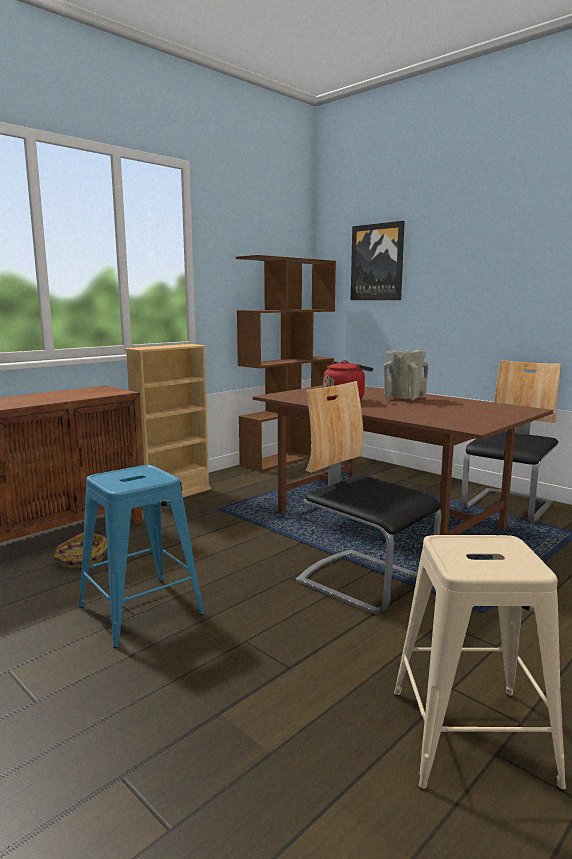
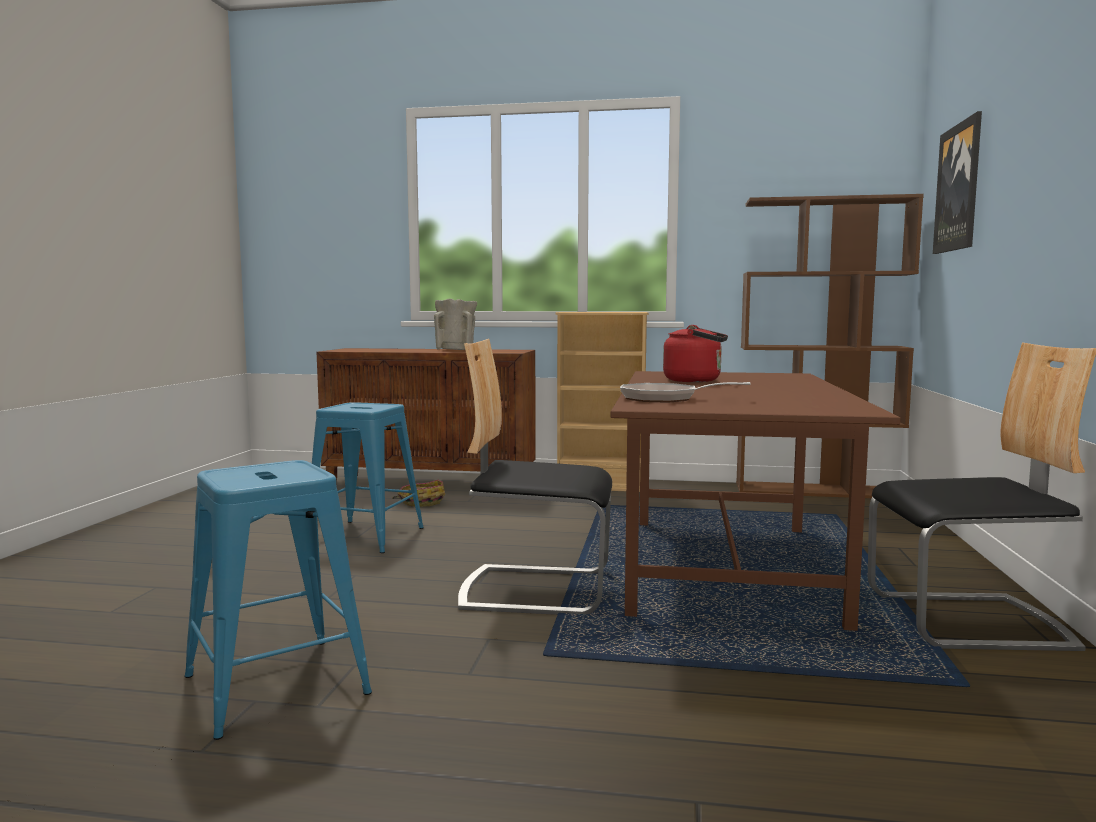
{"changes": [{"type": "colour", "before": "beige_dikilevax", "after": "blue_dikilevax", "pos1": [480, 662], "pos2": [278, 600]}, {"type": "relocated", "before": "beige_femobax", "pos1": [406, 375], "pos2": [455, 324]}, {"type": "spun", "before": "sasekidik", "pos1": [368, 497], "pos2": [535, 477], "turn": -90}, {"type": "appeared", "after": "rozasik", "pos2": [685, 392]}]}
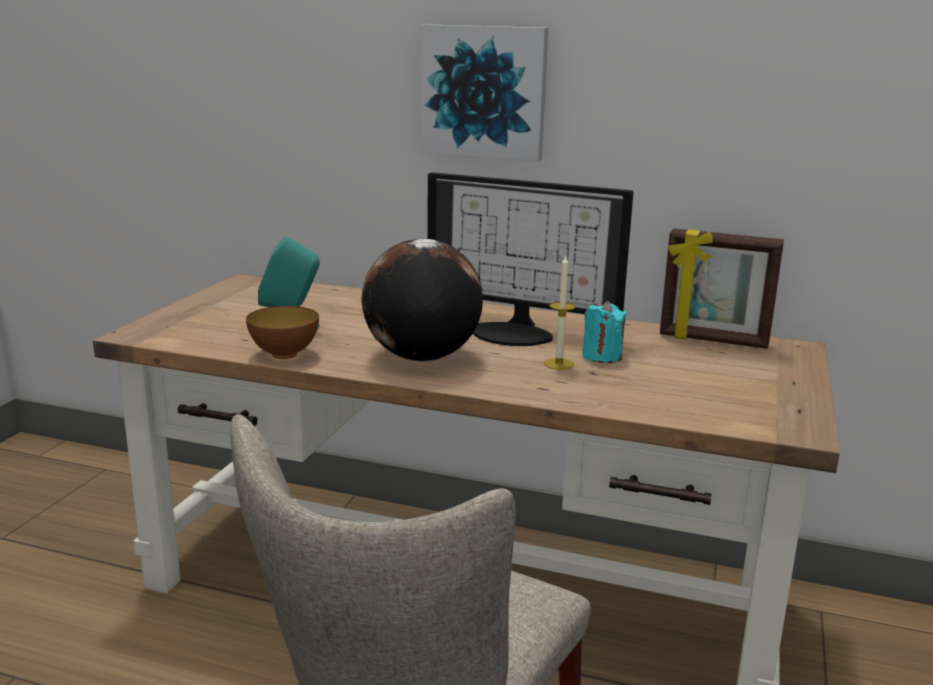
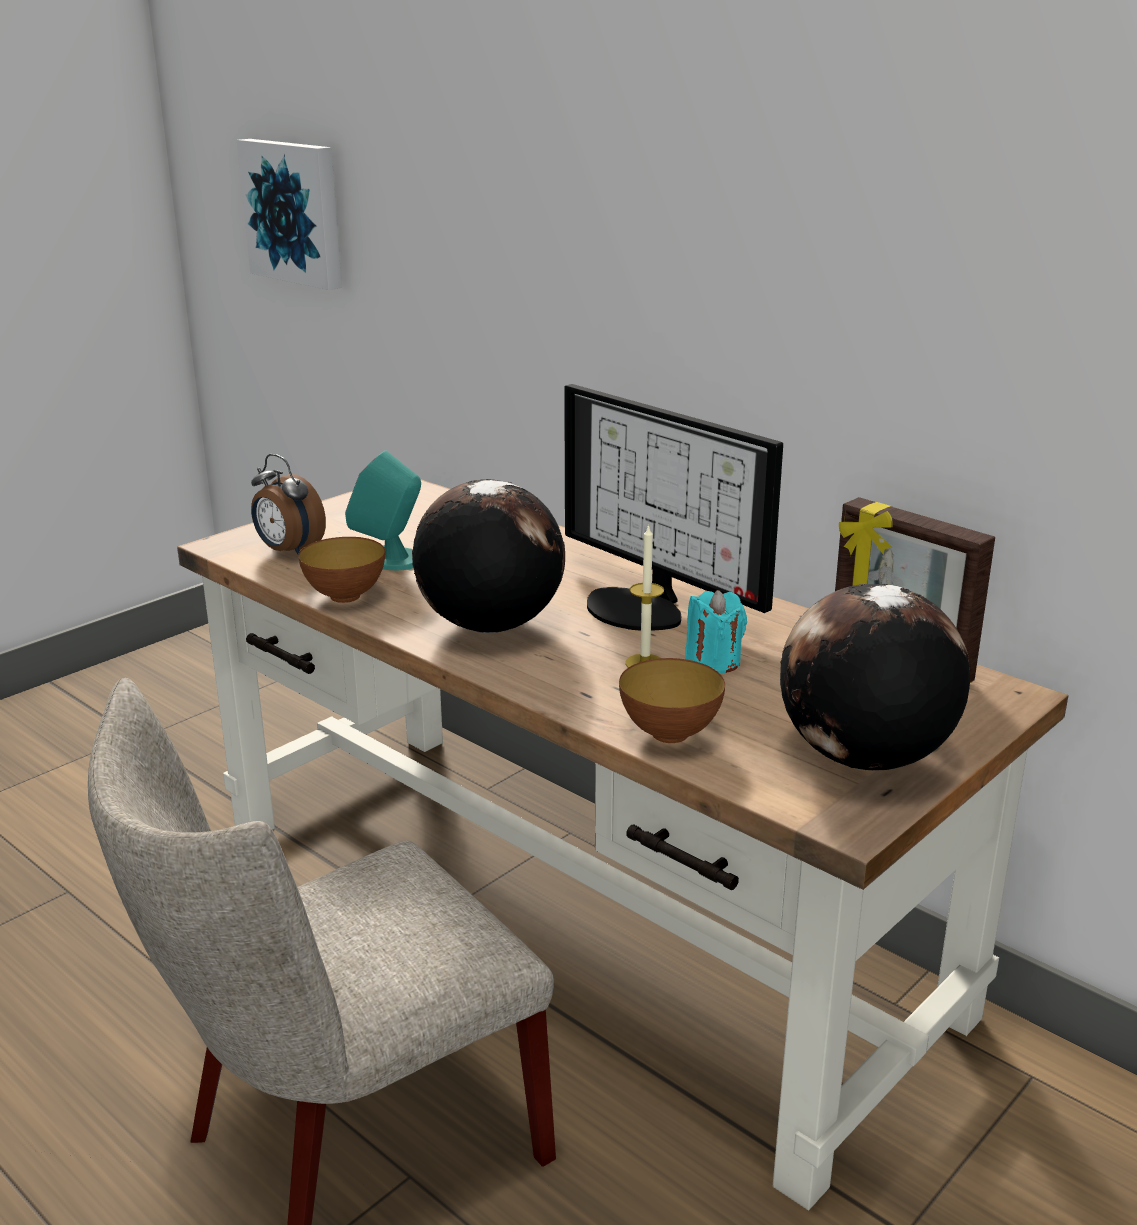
{"changes": [{"type": "relocated", "before": "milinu", "pos1": [484, 92], "pos2": [289, 214]}, {"type": "appeared", "after": "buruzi", "pos2": [288, 504]}, {"type": "appeared", "after": "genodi", "pos2": [672, 700]}, {"type": "appeared", "after": "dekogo", "pos2": [875, 677]}]}
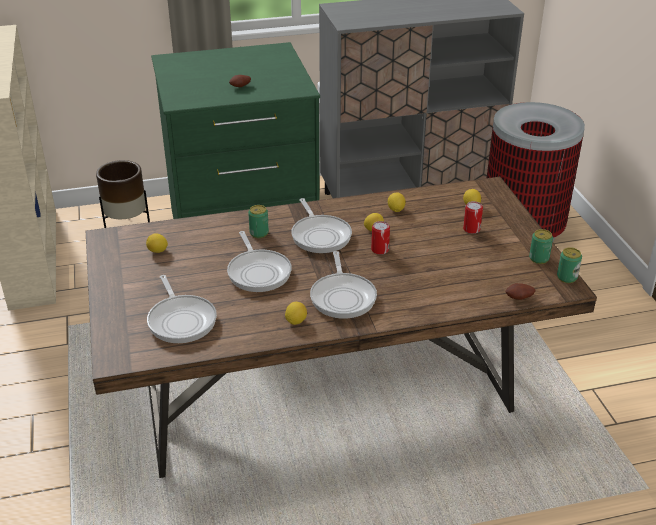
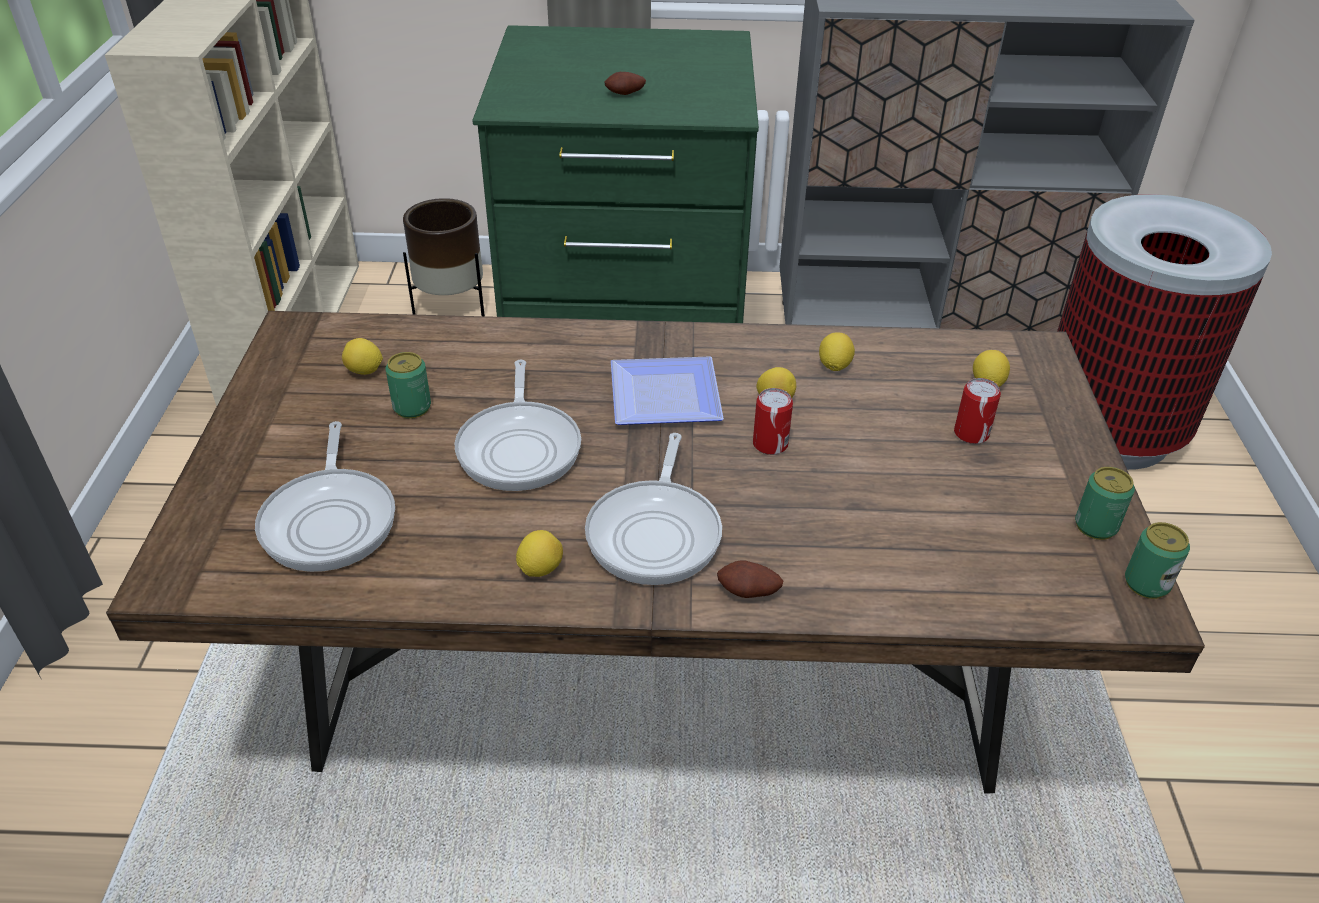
{"changes": [{"type": "relocated", "before": "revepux", "pos1": [258, 221], "pos2": [408, 385]}, {"type": "exchanged", "before": "rozasik", "after": "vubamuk", "pos1": [321, 225], "pos2": [667, 390]}, {"type": "relocated", "before": "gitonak", "pos1": [520, 291], "pos2": [750, 579]}]}
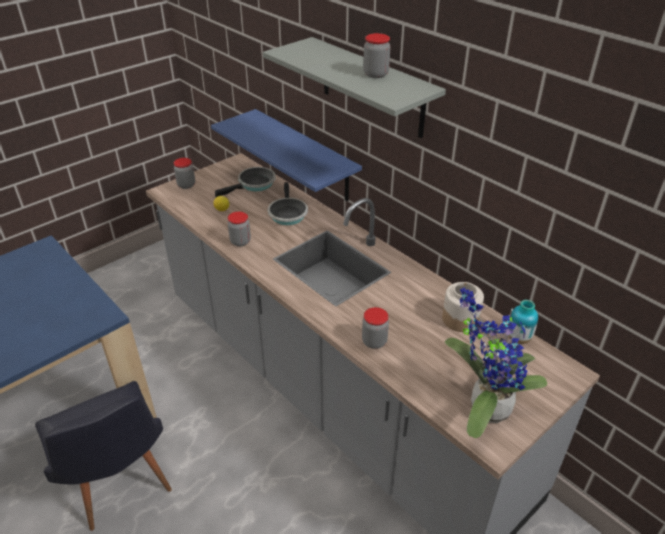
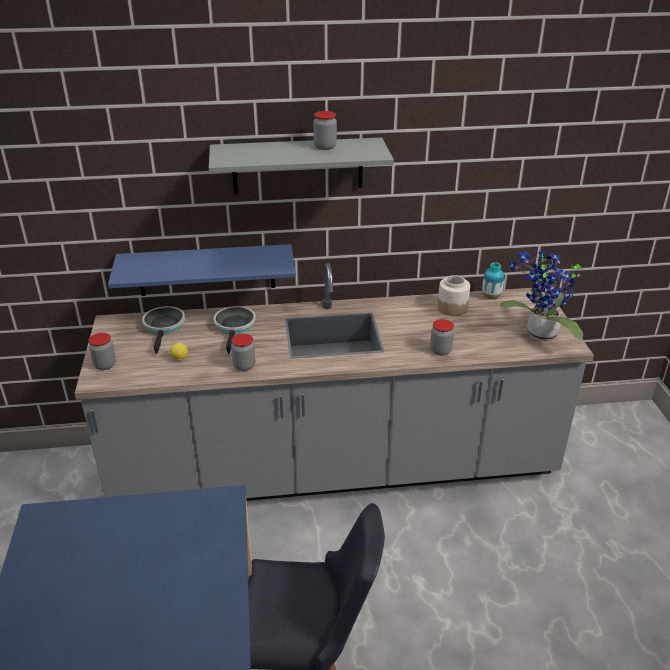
{"changes": [{"type": "spun", "before": "rozasik", "pos1": [288, 203], "pos2": [235, 330], "turn": -120}]}
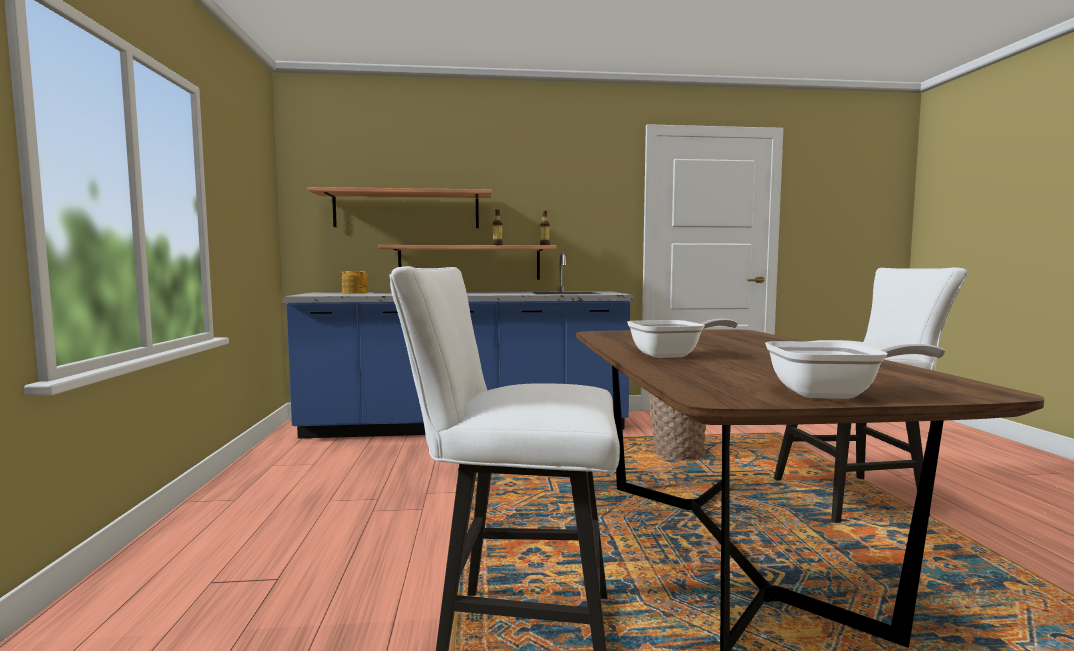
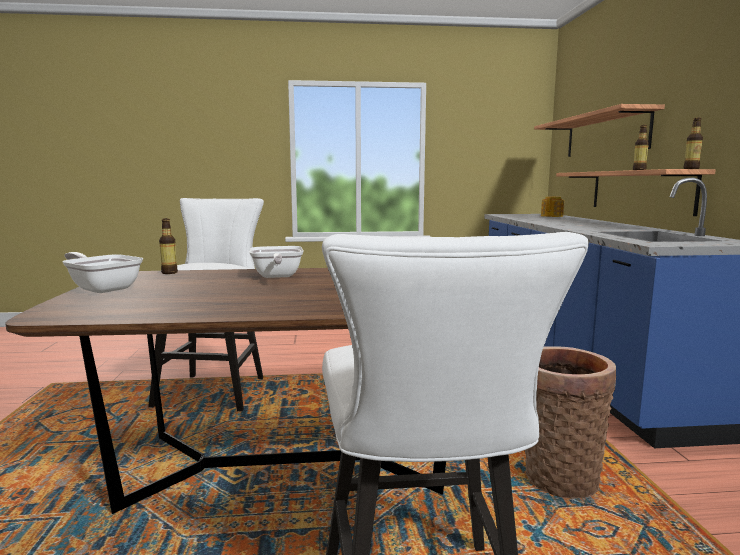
{"changes": [{"type": "spun", "before": "rozasik", "pos1": [855, 370], "pos2": [102, 272], "turn": 120}, {"type": "appeared", "after": "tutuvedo", "pos2": [168, 246]}]}
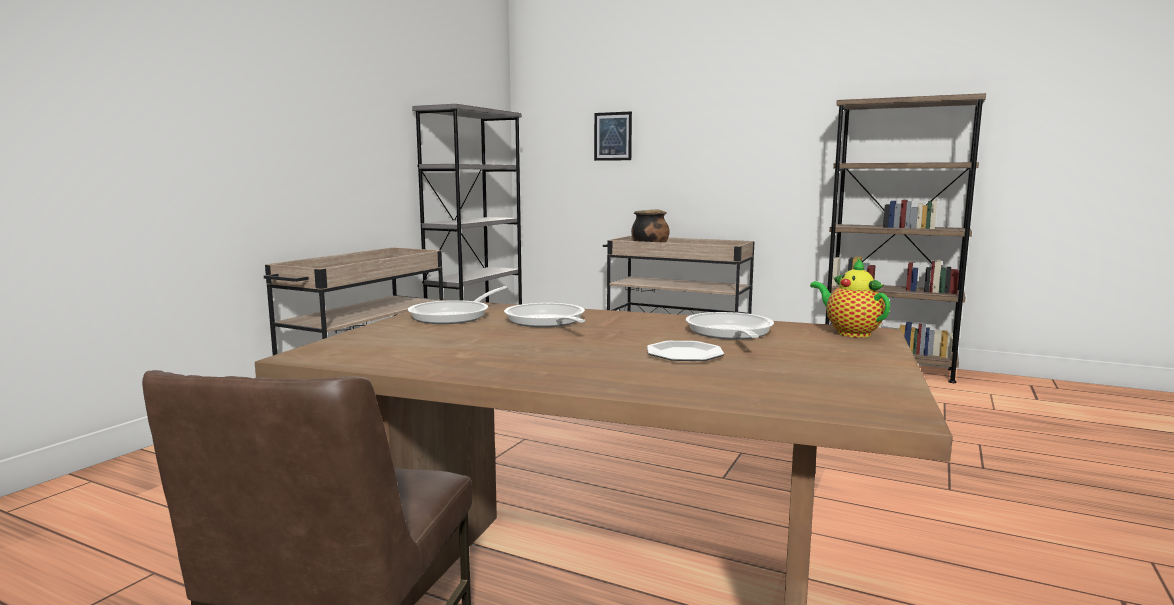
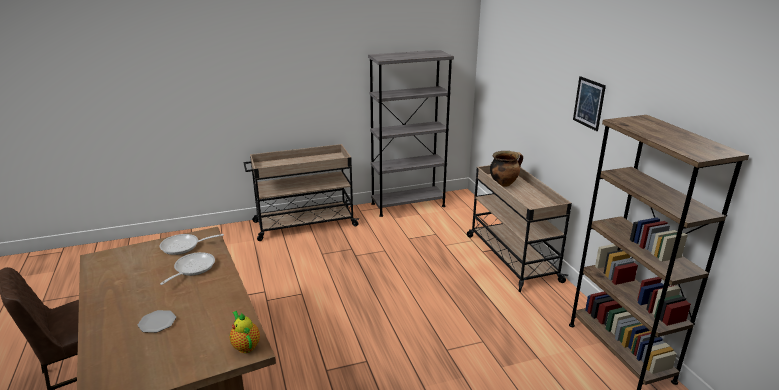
{"changes": [{"type": "spun", "before": "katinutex", "pos1": [850, 298], "pos2": [244, 332], "turn": -45}, {"type": "relocated", "before": "milinu", "pos1": [613, 136], "pos2": [589, 103]}, {"type": "missing", "before": "rozasik", "pos1": [730, 326]}]}
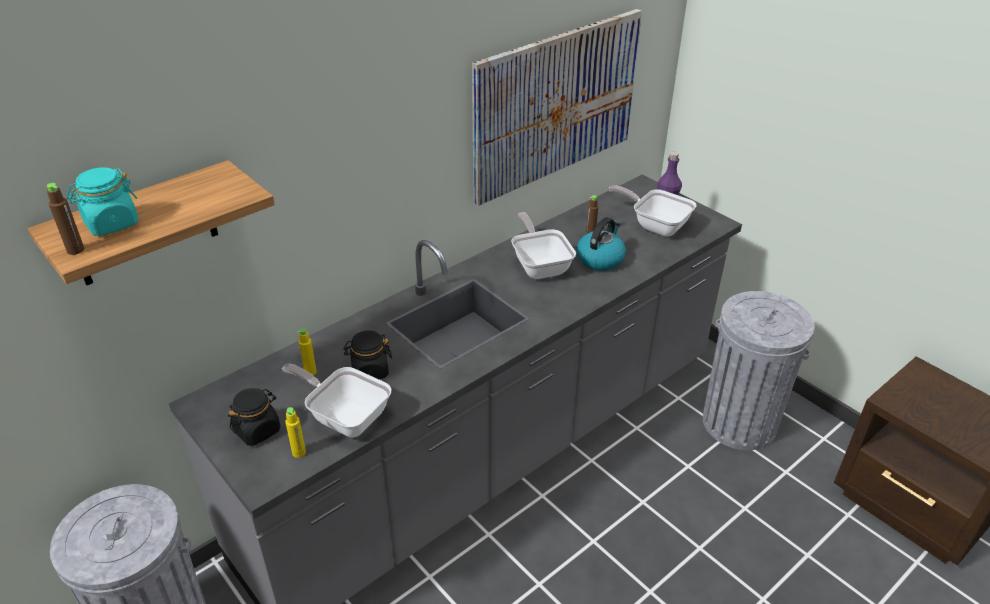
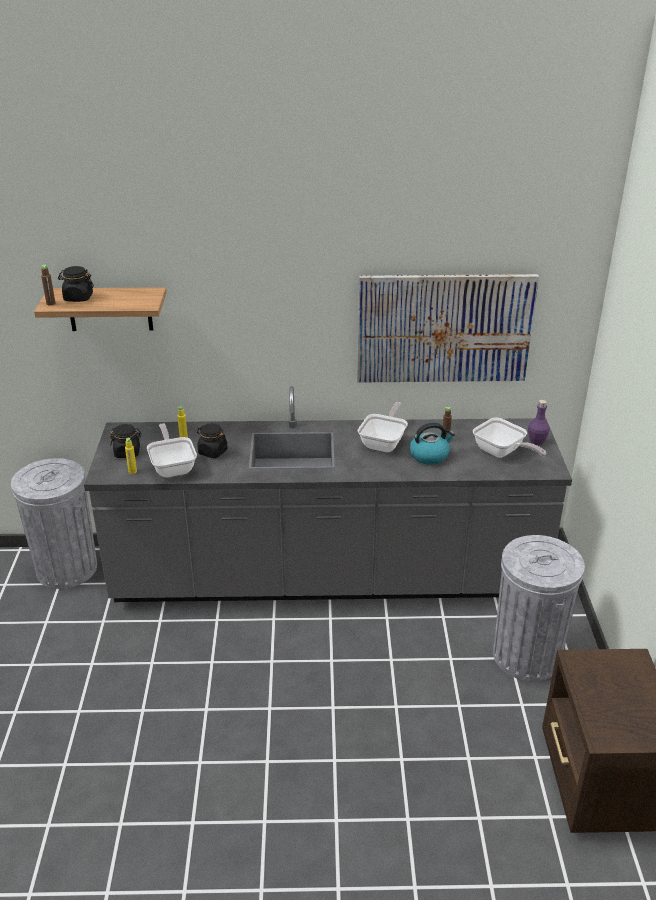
{"changes": [{"type": "colour", "before": "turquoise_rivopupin", "after": "black_rivopupin", "pos1": [103, 201], "pos2": [76, 284]}, {"type": "spun", "before": "rozasik", "pos1": [652, 211], "pos2": [509, 438], "turn": 150}]}
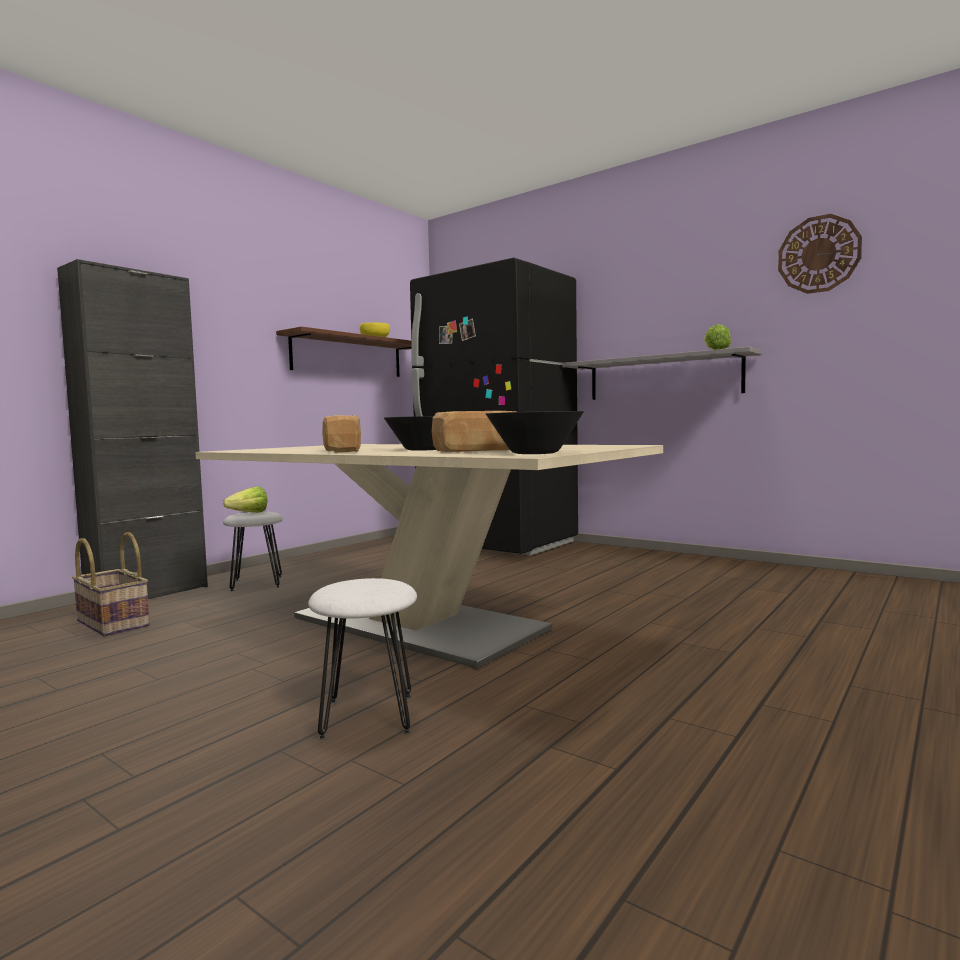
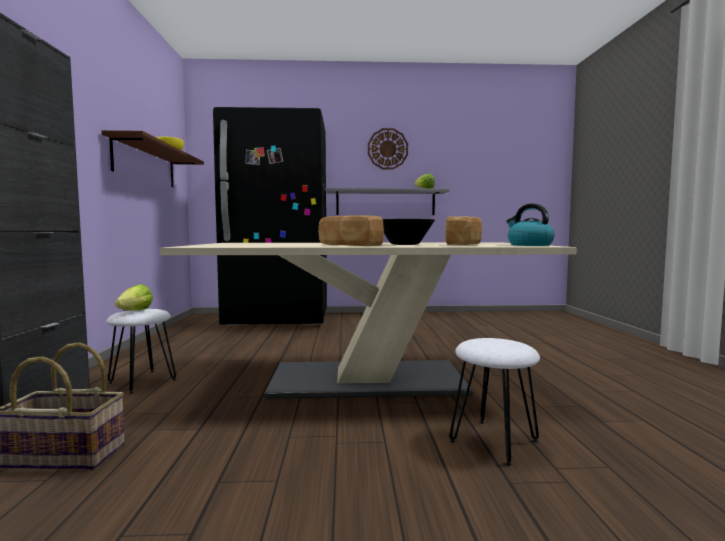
{"changes": [{"type": "relocated", "before": "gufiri", "pos1": [820, 254], "pos2": [388, 149]}, {"type": "exchanged", "before": "black_genodi", "after": "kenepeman", "pos1": [535, 432], "pos2": [531, 224]}]}
